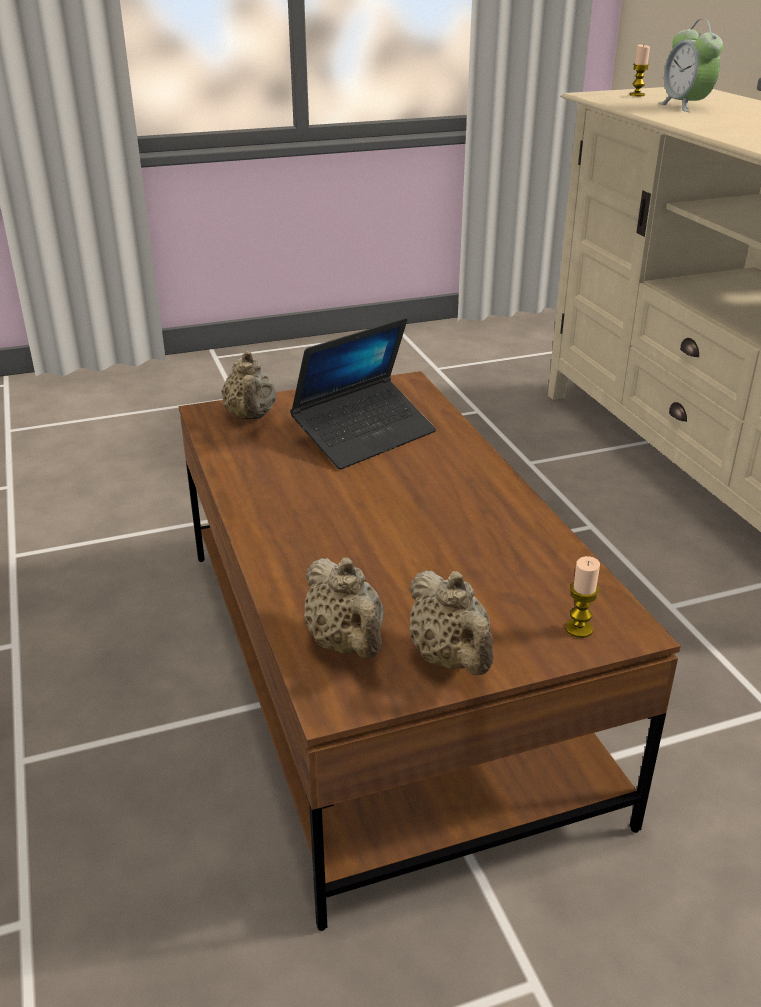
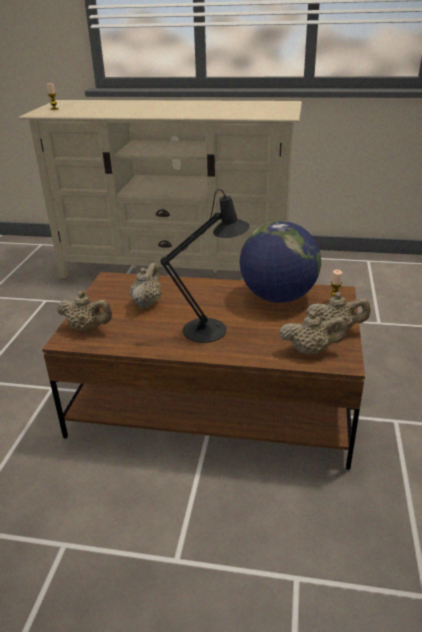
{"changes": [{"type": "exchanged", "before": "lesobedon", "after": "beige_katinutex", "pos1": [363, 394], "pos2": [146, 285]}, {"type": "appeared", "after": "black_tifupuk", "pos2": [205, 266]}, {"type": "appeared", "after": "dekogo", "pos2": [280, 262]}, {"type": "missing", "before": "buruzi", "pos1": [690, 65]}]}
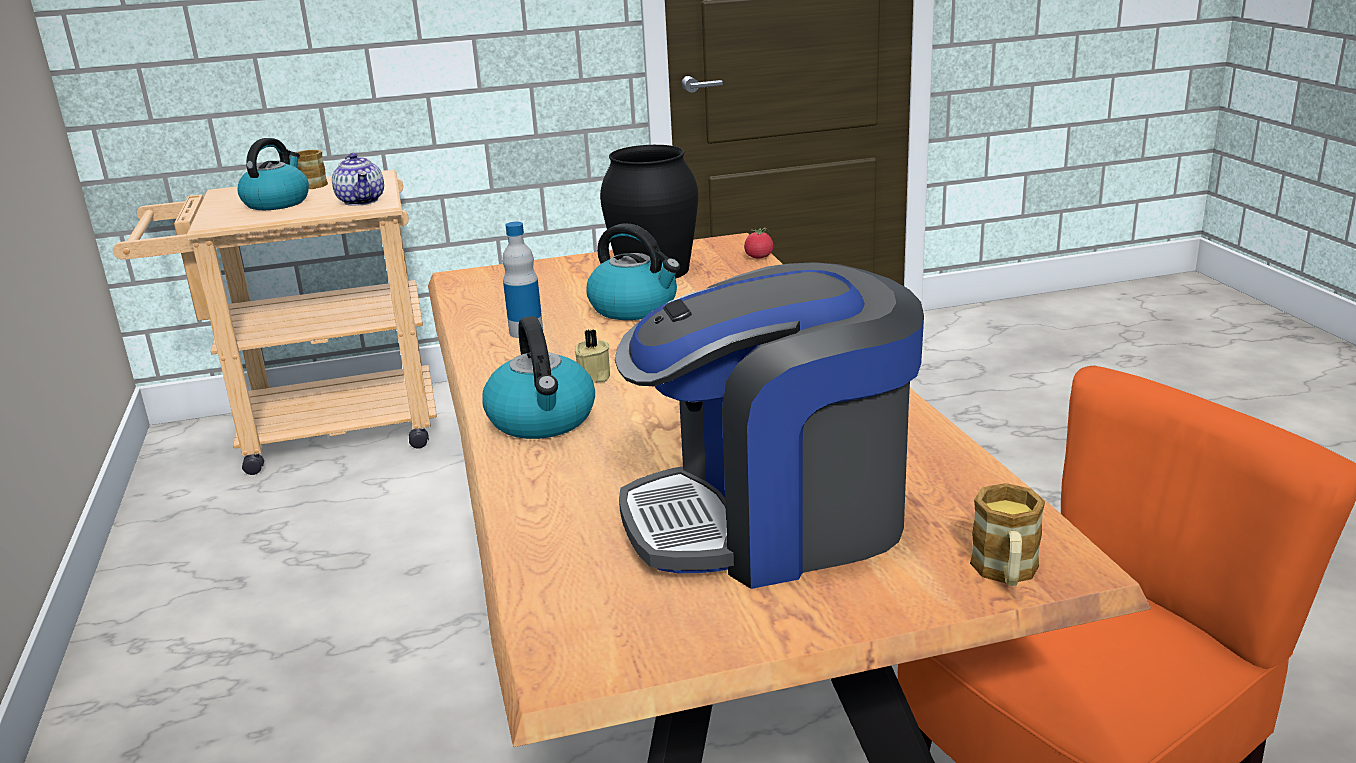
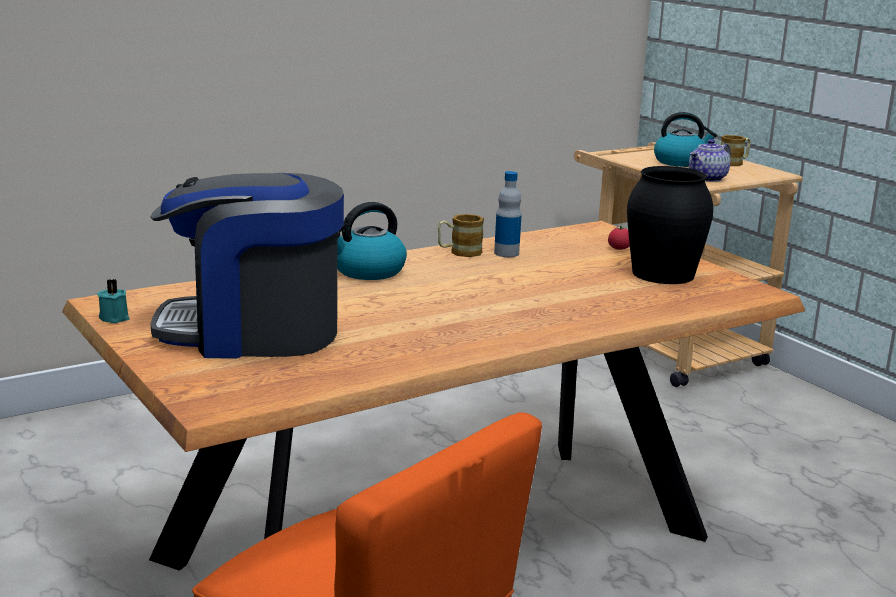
{"changes": [{"type": "appeared", "after": "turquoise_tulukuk", "pos2": [113, 301]}, {"type": "spun", "before": "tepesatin", "pos1": [769, 425], "pos2": [247, 266], "turn": -60}, {"type": "relocated", "before": "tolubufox", "pos1": [1007, 534], "pos2": [461, 235]}, {"type": "relocated", "before": "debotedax", "pos1": [758, 243], "pos2": [619, 237]}, {"type": "missing", "before": "beige_tulukuk", "pos1": [592, 356]}, {"type": "missing", "before": "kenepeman", "pos1": [633, 271]}]}
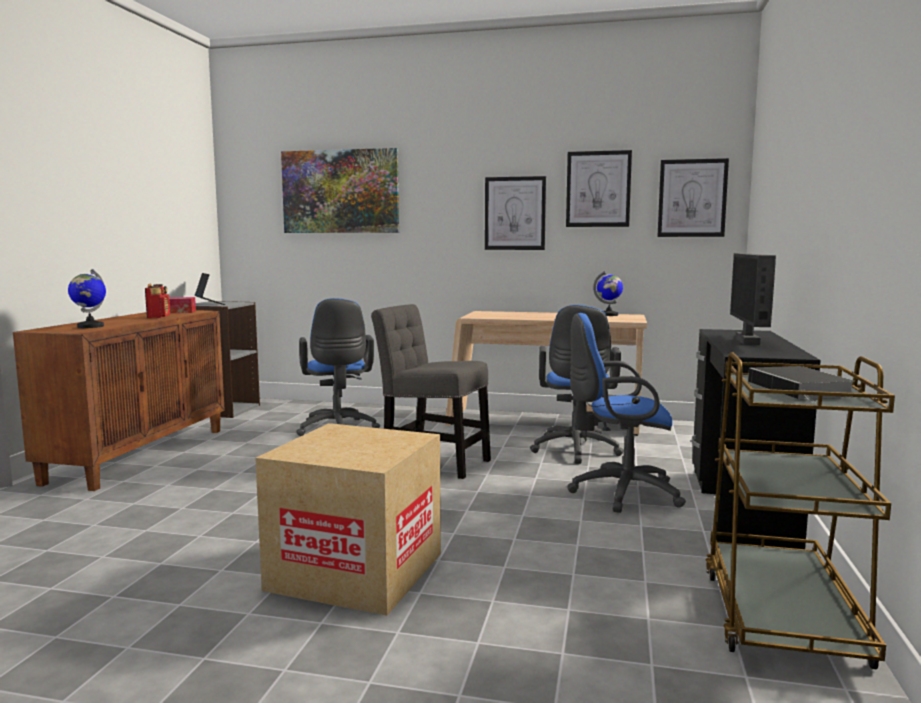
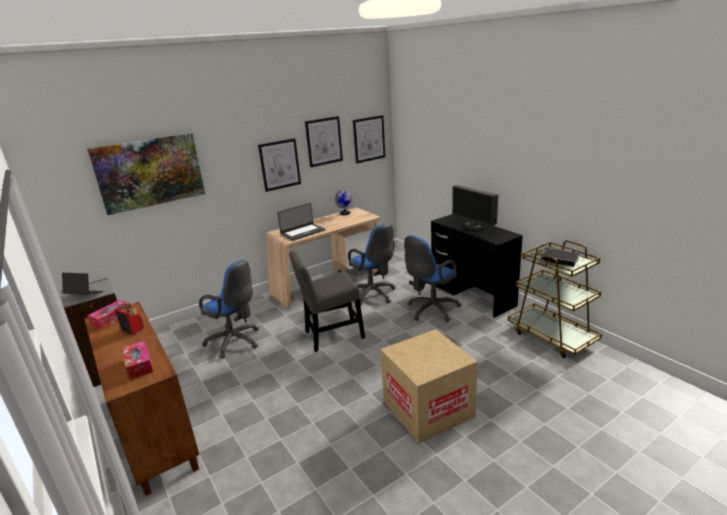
{"changes": [{"type": "exchanged", "before": "dekogo", "after": "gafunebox", "pos1": [87, 298], "pos2": [138, 360]}, {"type": "appeared", "after": "lesobedon", "pos2": [301, 222]}]}
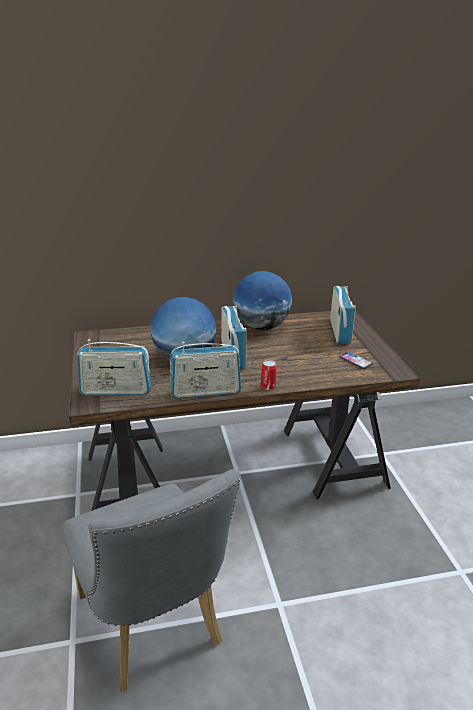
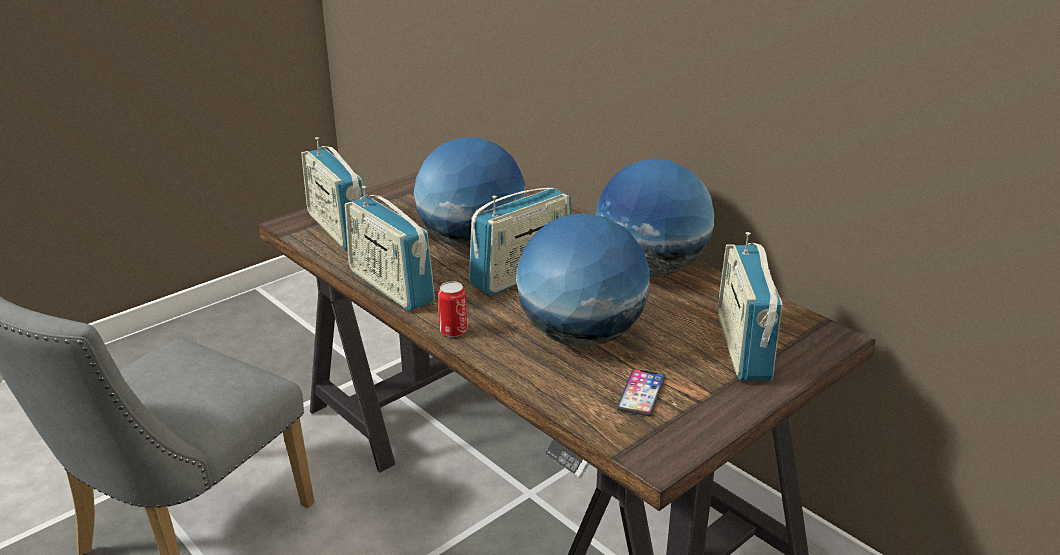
{"changes": [{"type": "appeared", "after": "dekogo", "pos2": [583, 280]}, {"type": "spun", "before": "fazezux", "pos1": [343, 315], "pos2": [749, 306], "turn": 120}]}
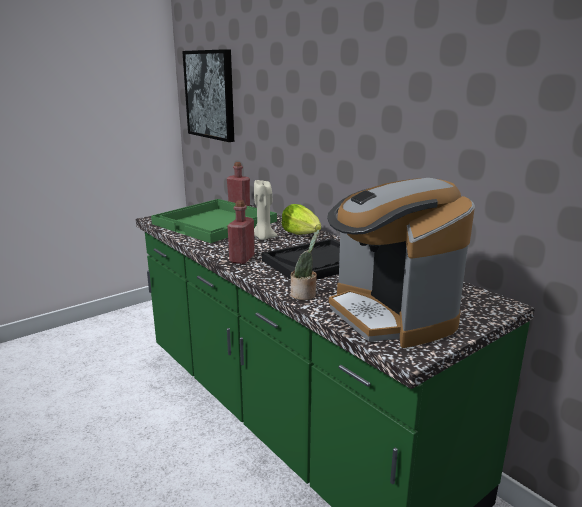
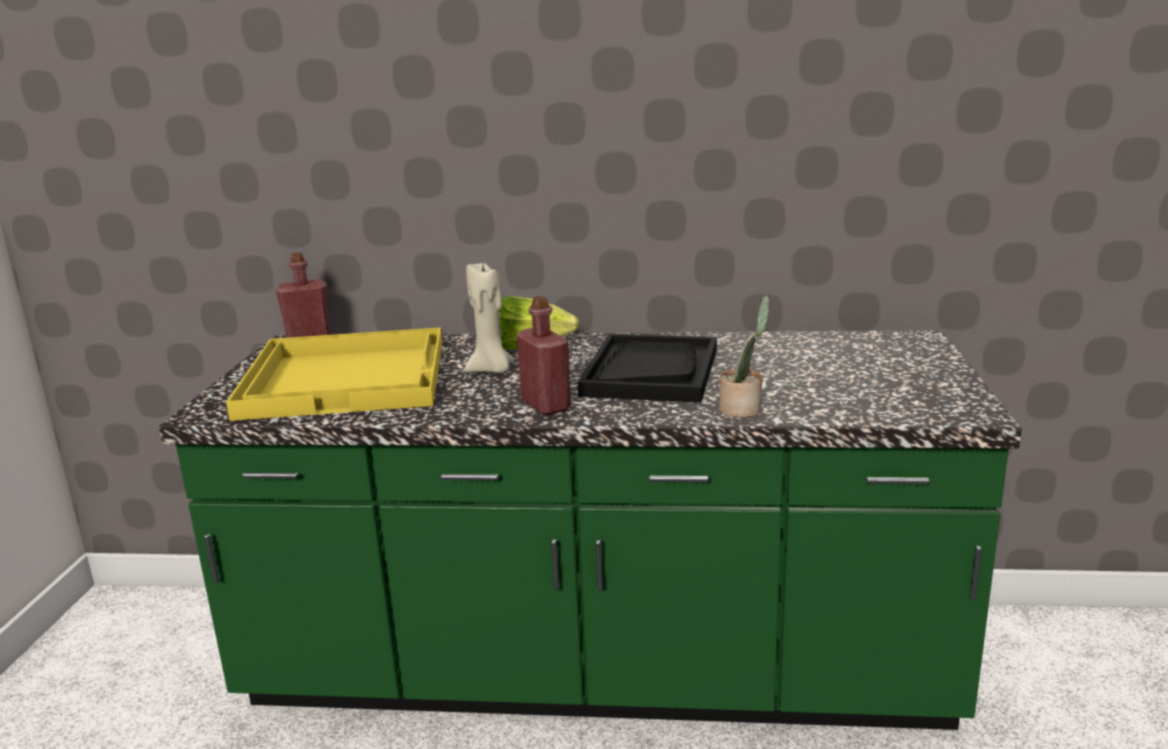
{"changes": [{"type": "colour", "before": "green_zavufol", "after": "yellow_zavufol", "pos1": [214, 221], "pos2": [334, 374]}, {"type": "missing", "before": "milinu", "pos1": [208, 95]}, {"type": "missing", "before": "tepesatin", "pos1": [401, 263]}]}
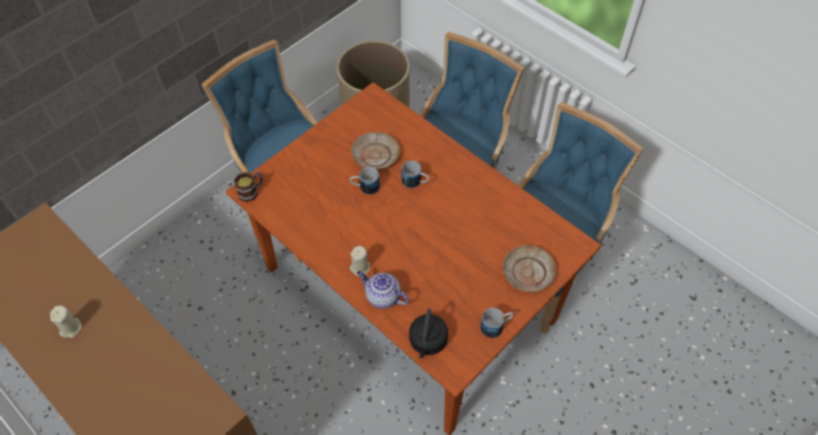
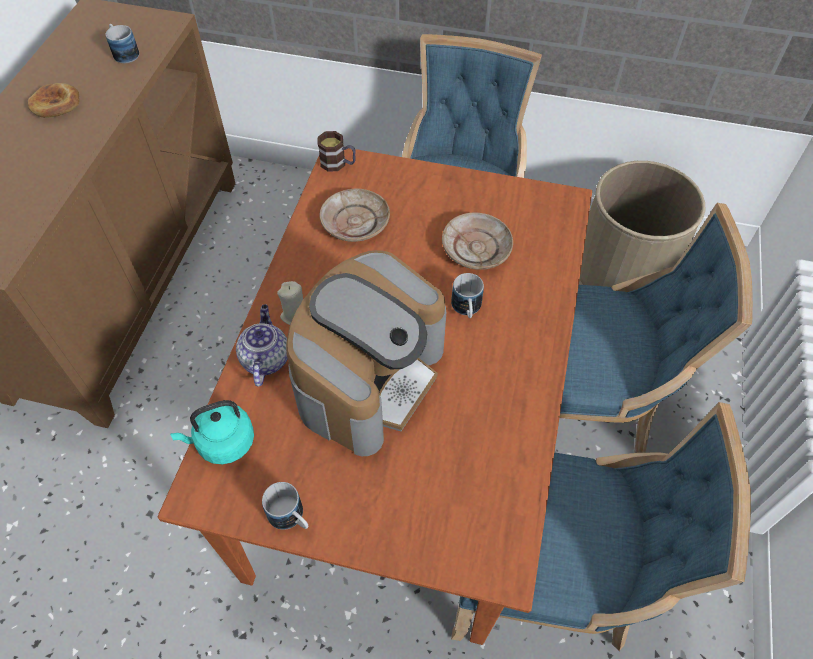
{"changes": [{"type": "exchanged", "before": "beige_tulukuk", "after": "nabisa", "pos1": [66, 322], "pos2": [53, 100]}, {"type": "relocated", "before": "tolubufox", "pos1": [365, 181], "pos2": [122, 43]}, {"type": "colour", "before": "black_kenepeman", "after": "turquoise_kenepeman", "pos1": [428, 333], "pos2": [212, 432]}, {"type": "appeared", "after": "tepesatin", "pos2": [366, 353]}, {"type": "relocated", "before": "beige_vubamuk", "pos1": [529, 268], "pos2": [355, 215]}]}
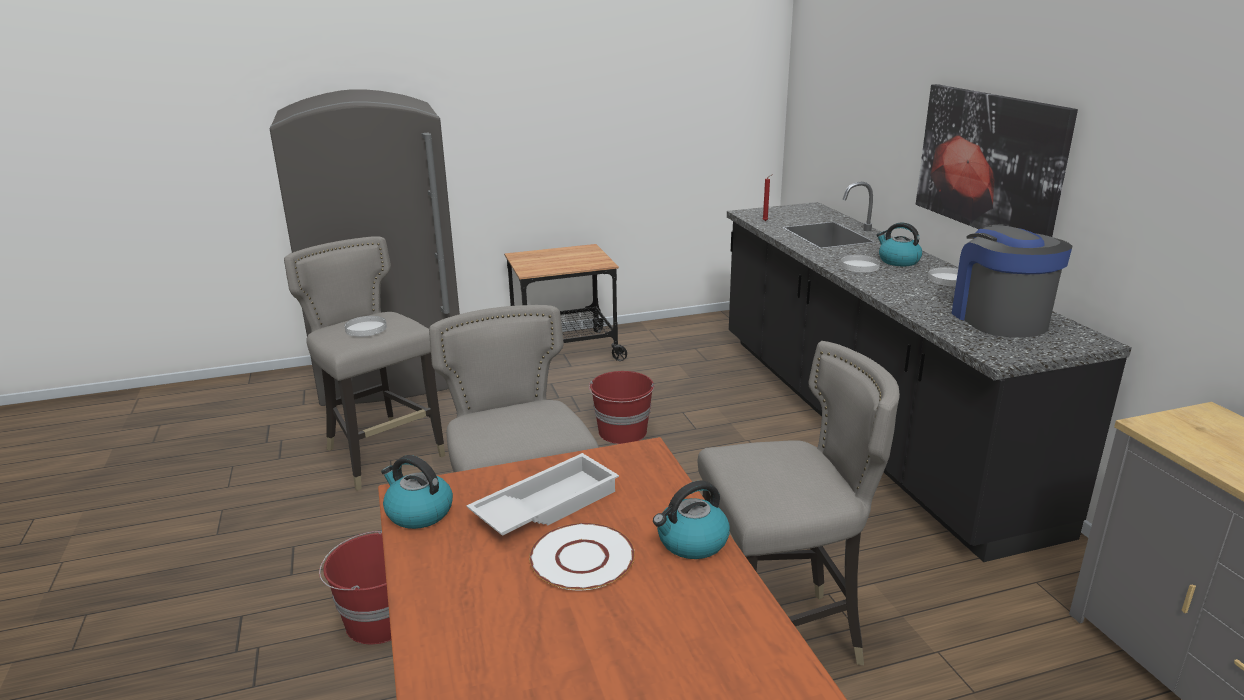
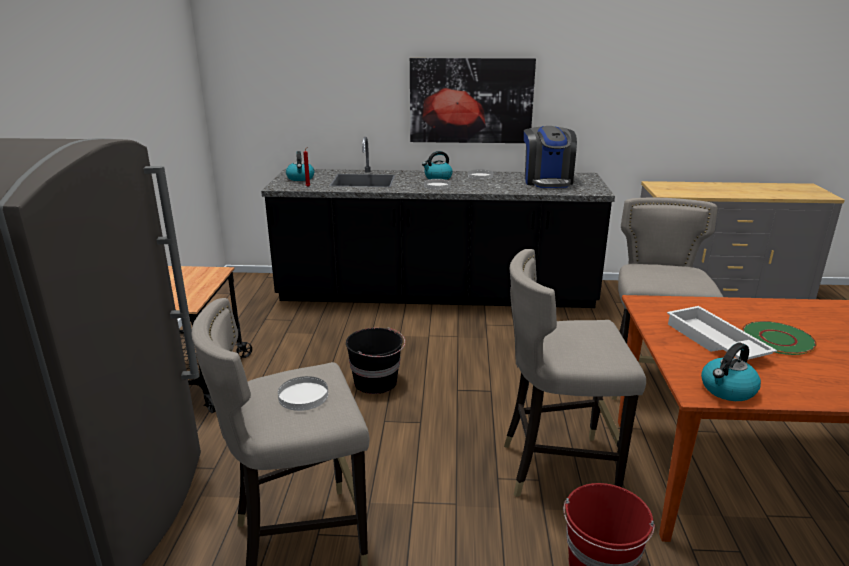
{"changes": [{"type": "relocated", "before": "kenepeman", "pos1": [691, 519], "pos2": [300, 166]}, {"type": "colour", "before": "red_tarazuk", "after": "black_tarazuk", "pos1": [621, 407], "pos2": [375, 360]}, {"type": "spun", "before": "tepesatin", "pos1": [1011, 281], "pos2": [550, 157], "turn": -105}, {"type": "colour", "before": "white_vubamuk", "after": "green_vubamuk", "pos1": [582, 556], "pos2": [779, 338]}]}
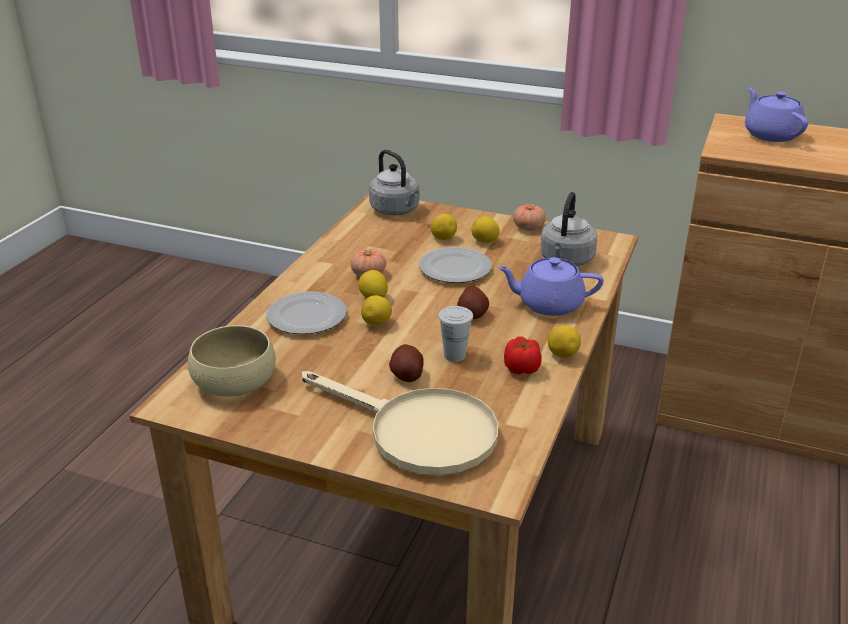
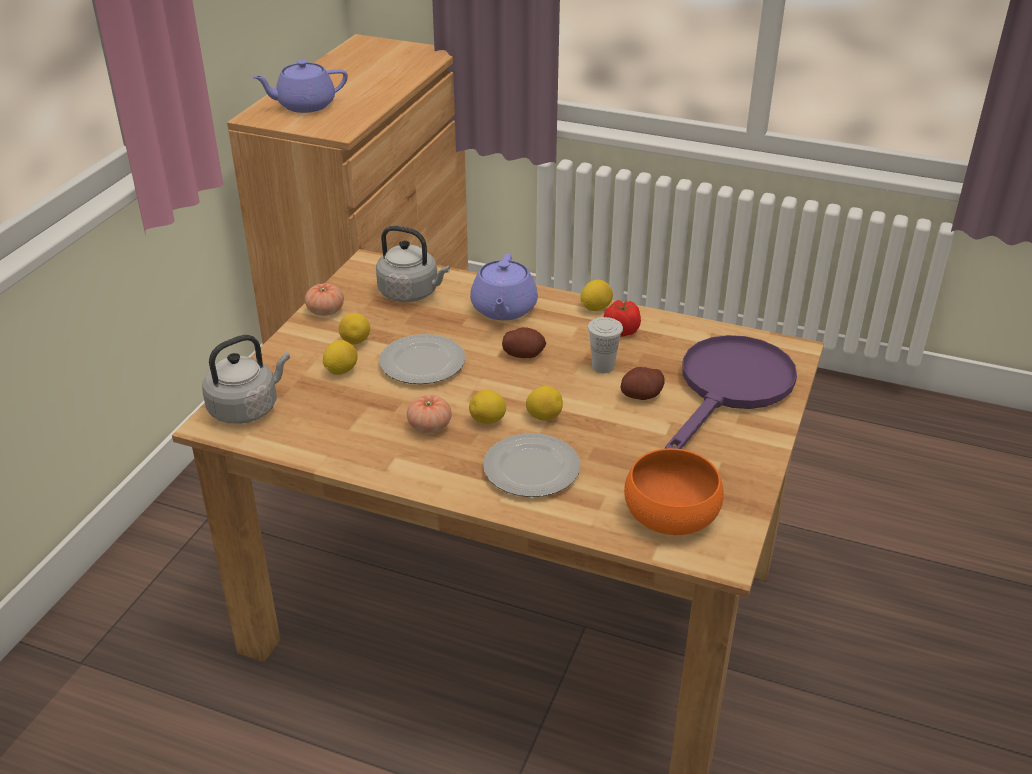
{"changes": [{"type": "colour", "before": "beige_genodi", "after": "orange_genodi", "pos1": [232, 361], "pos2": [674, 491]}, {"type": "colour", "before": "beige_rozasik", "after": "purple_rozasik", "pos1": [400, 423], "pos2": [731, 392]}]}
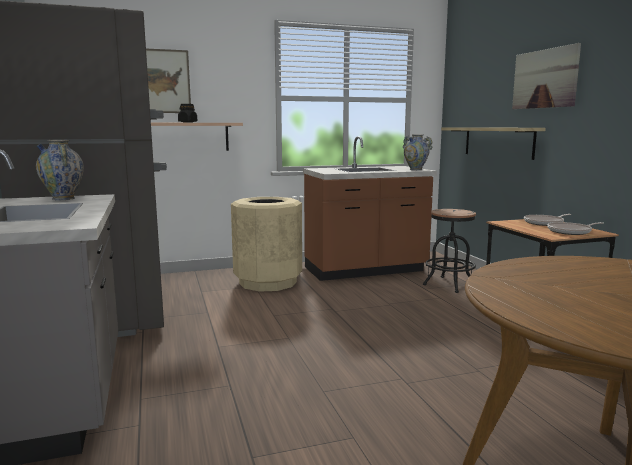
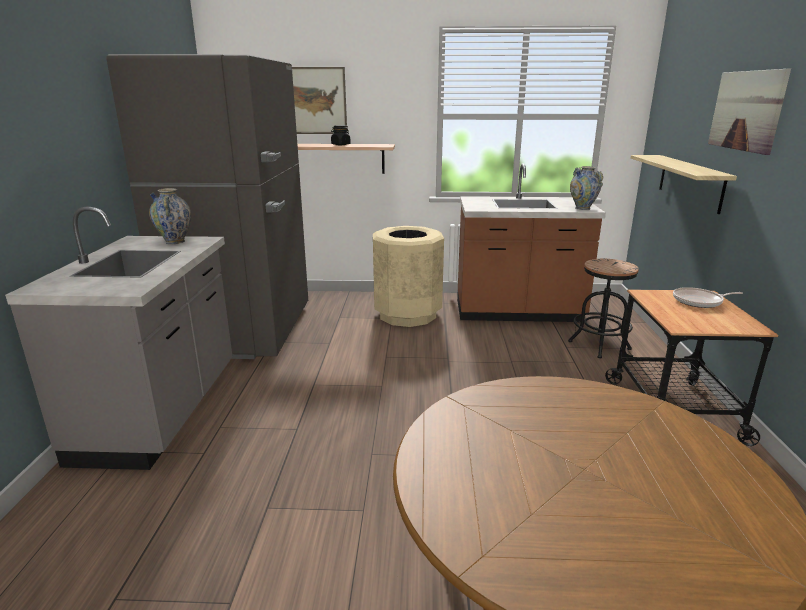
{"changes": [{"type": "missing", "before": "rozasik", "pos1": [575, 228]}]}
